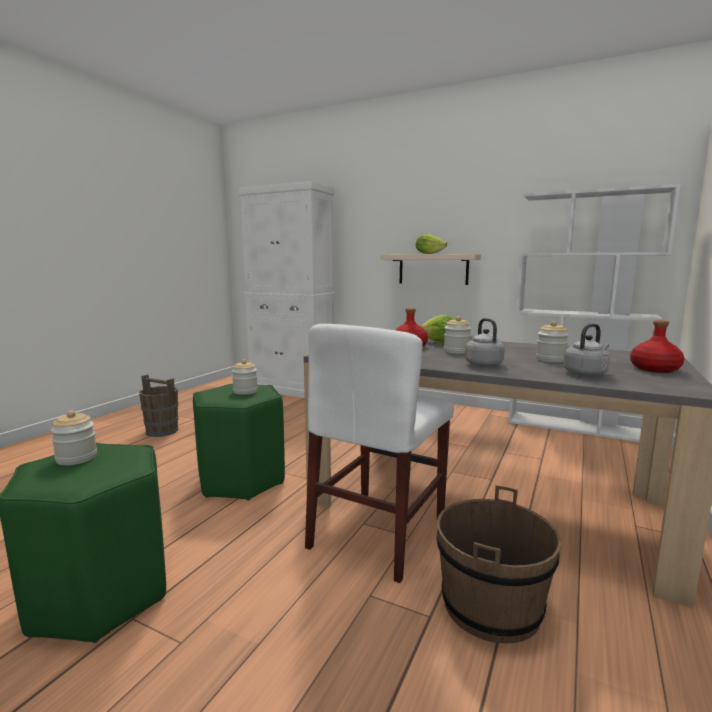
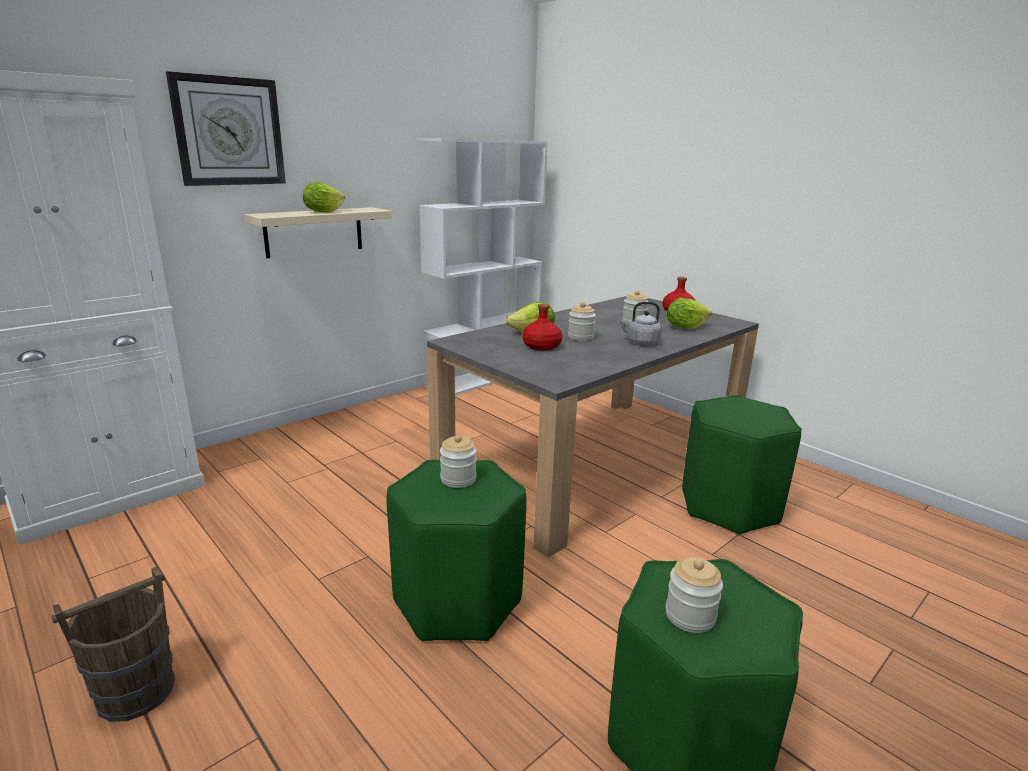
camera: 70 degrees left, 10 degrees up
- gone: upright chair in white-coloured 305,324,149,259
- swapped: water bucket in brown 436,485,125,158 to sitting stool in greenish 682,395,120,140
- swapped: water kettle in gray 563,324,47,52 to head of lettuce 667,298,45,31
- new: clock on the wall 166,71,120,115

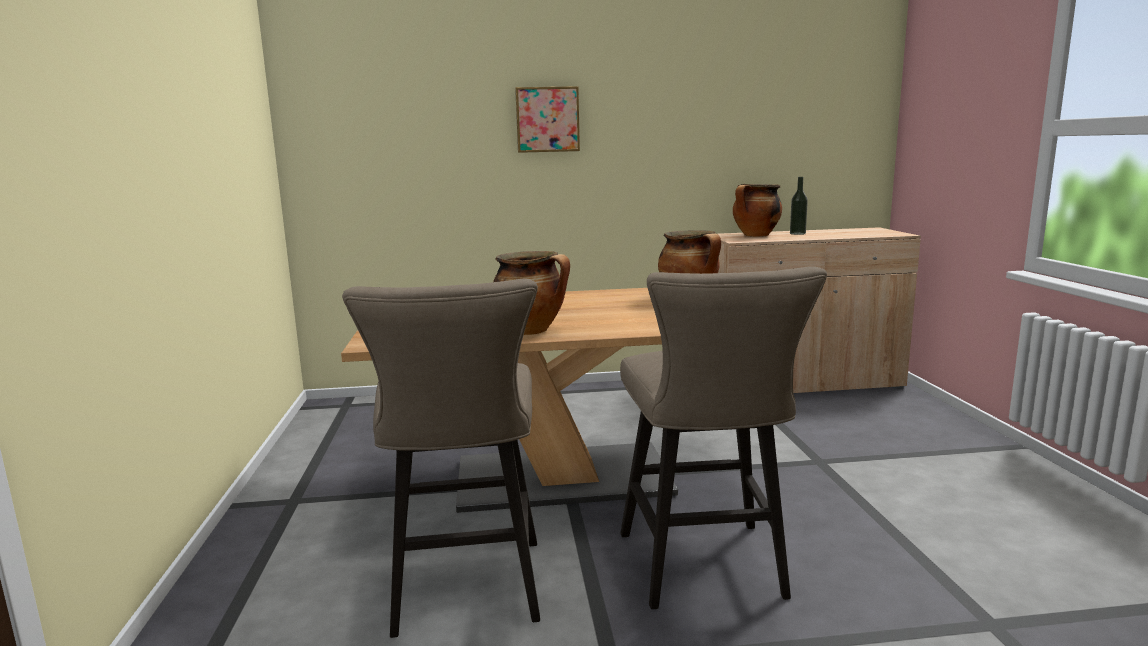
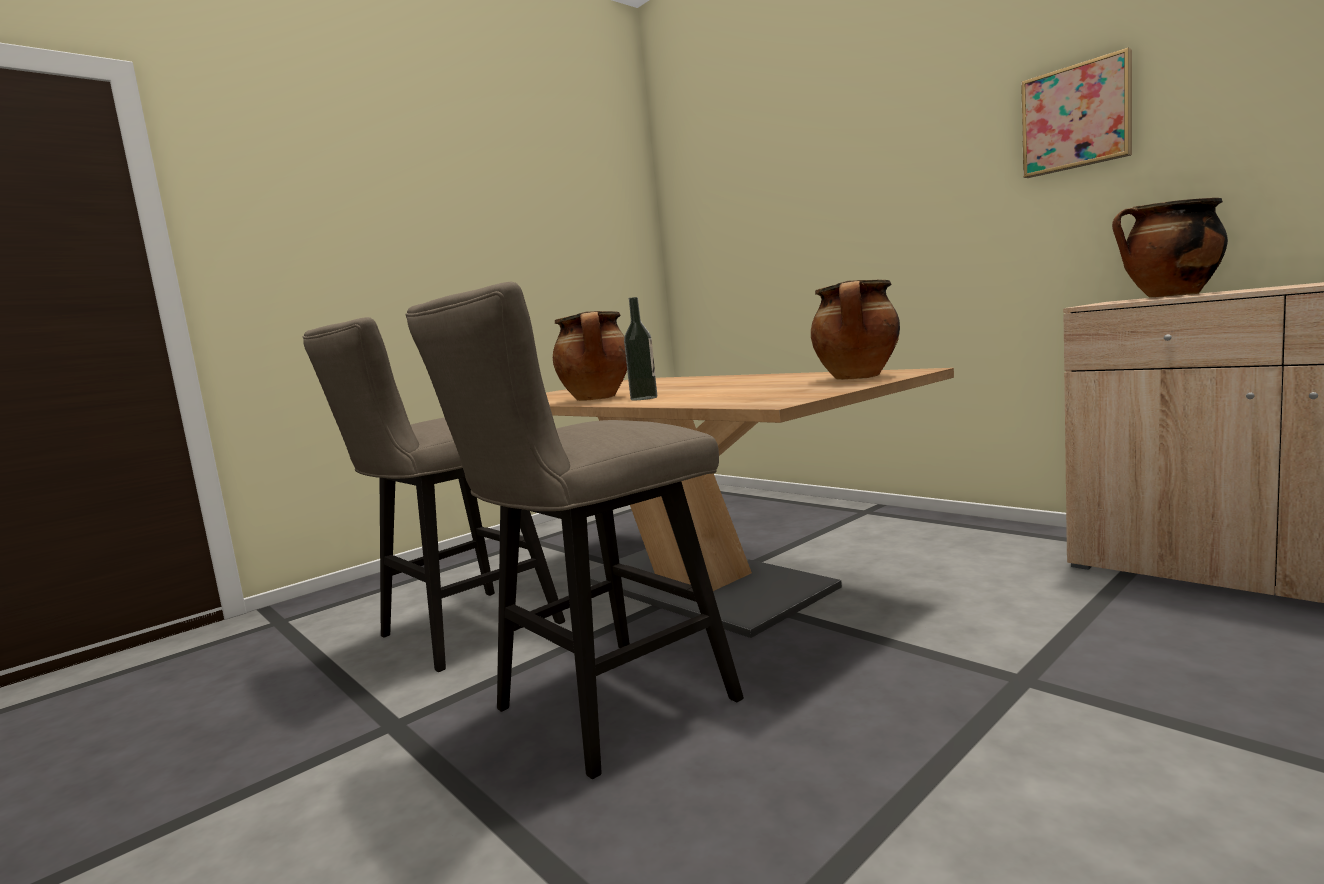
camera: 55 degrees right, 5 degrees down
- shifted: wall art 515,86,65,67 to 1021,48,111,130
- shifted: bottle 790,177,18,58 to 624,297,33,103

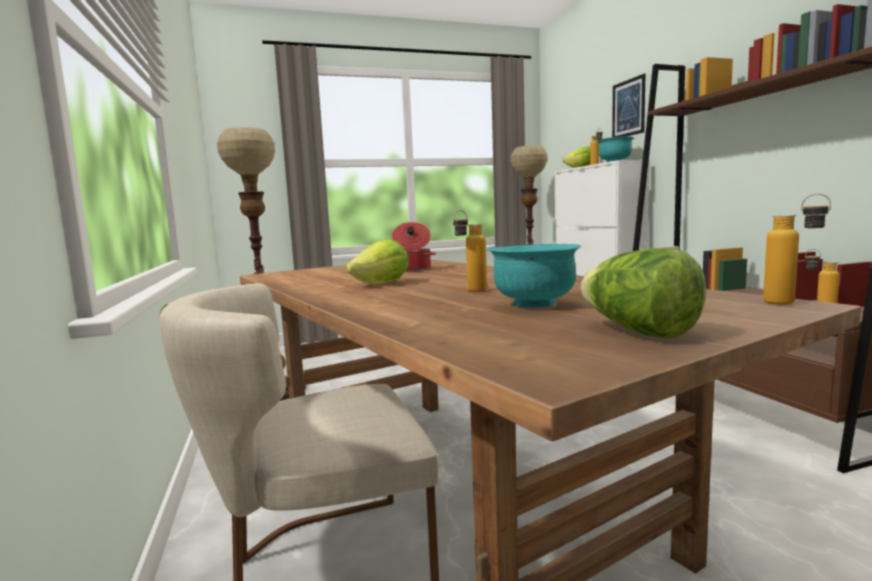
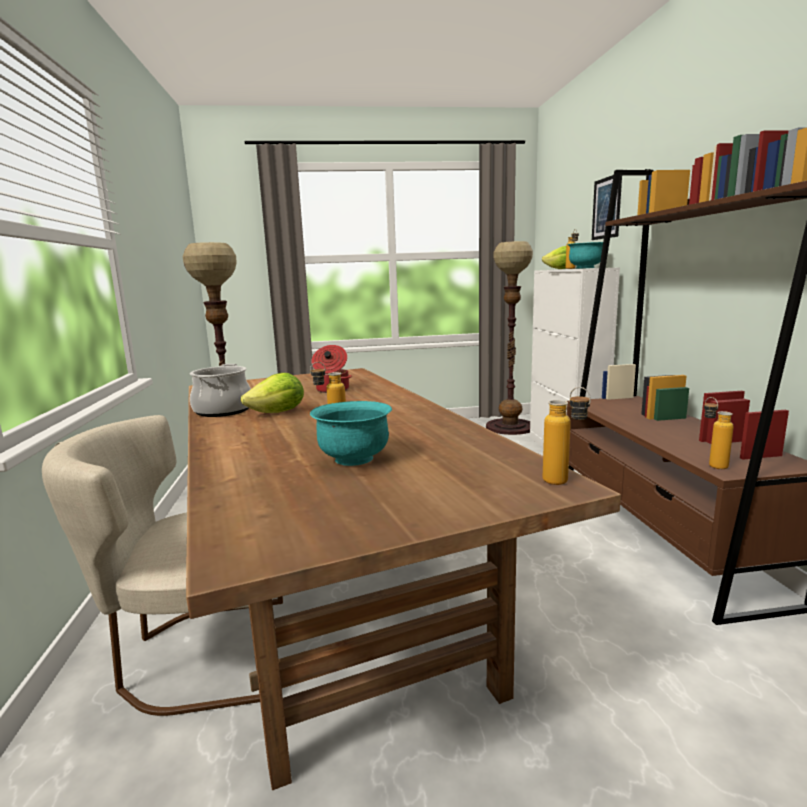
camera: 10 degrees right, 5 degrees up
- gone: head of lettuce 580,248,126,91
- new: saucepot 190,364,61,53

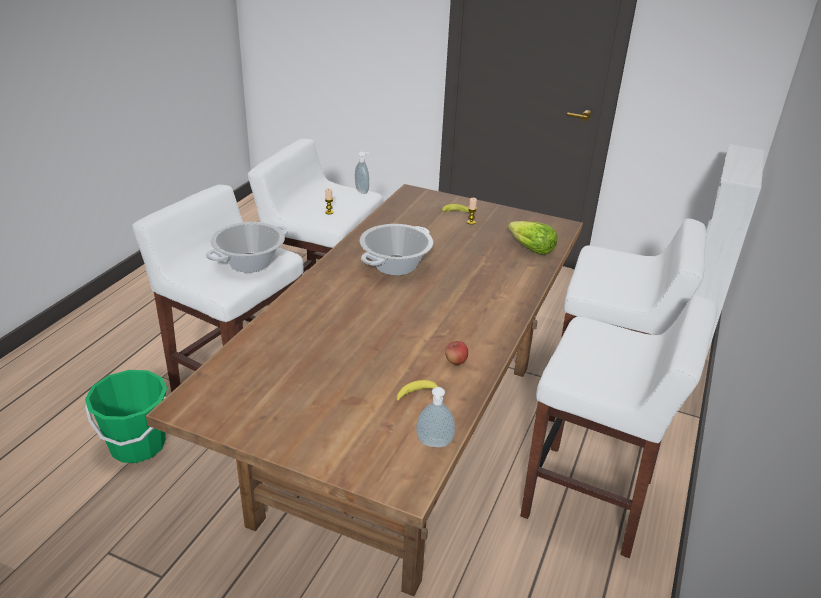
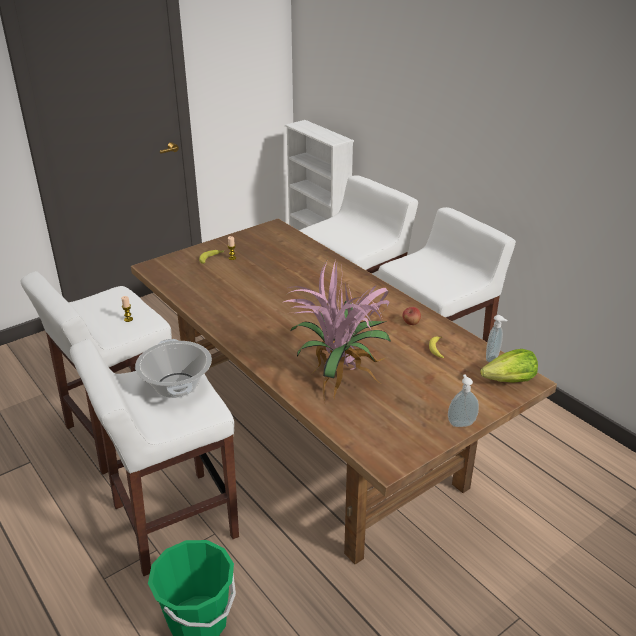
camera: 60 degrees left, 0 degrees up
- shifted: liquid soap bottle 355,152,14,42 to 448,374,31,53
- gone: saucepot 360,224,73,51
- shifted: head of lettuce 508,221,49,34 to 480,349,58,34
- new: plant in a pot 282,259,109,143

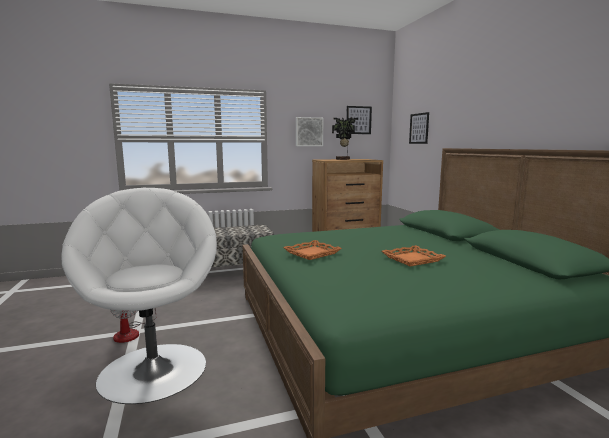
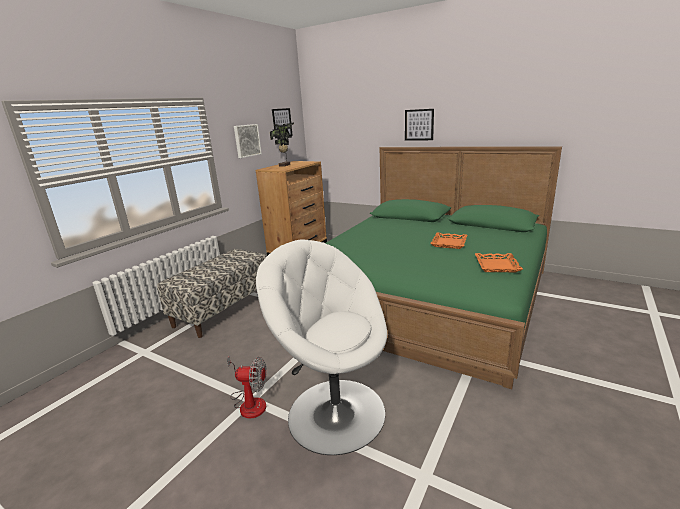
camera: 40 degrees left, 10 degrees up
- shifted: carrying tray in orange-coloured 283,240,59,20 to 475,253,48,19
- shifted: wall art 409,112,20,32 to 405,109,29,32

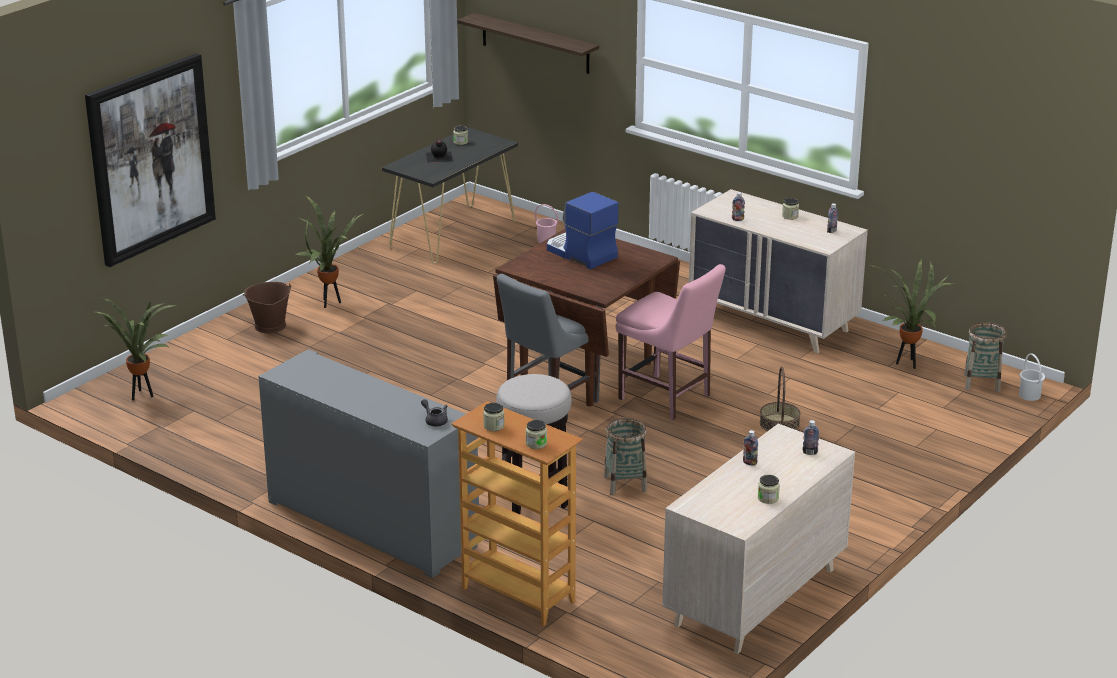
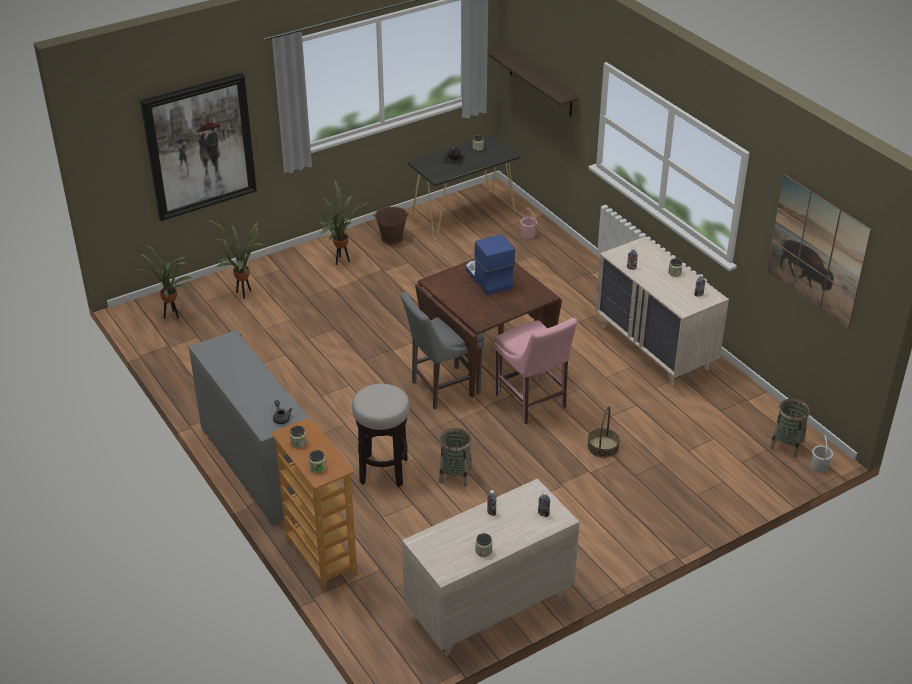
camera: 20 degrees right, 10 degrees up
- shifted: water bucket in brown 243,282,48,51 to 373,207,36,38
- shifted: plant in a pot 868,260,87,109 to 208,220,55,79
- new: wall art 767,174,105,155

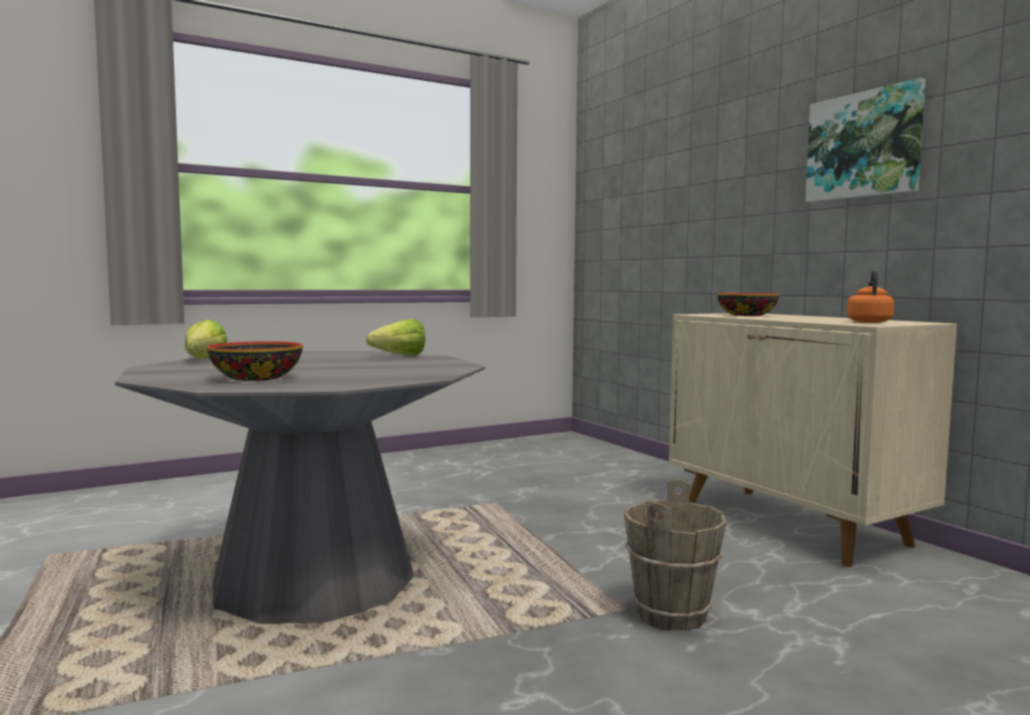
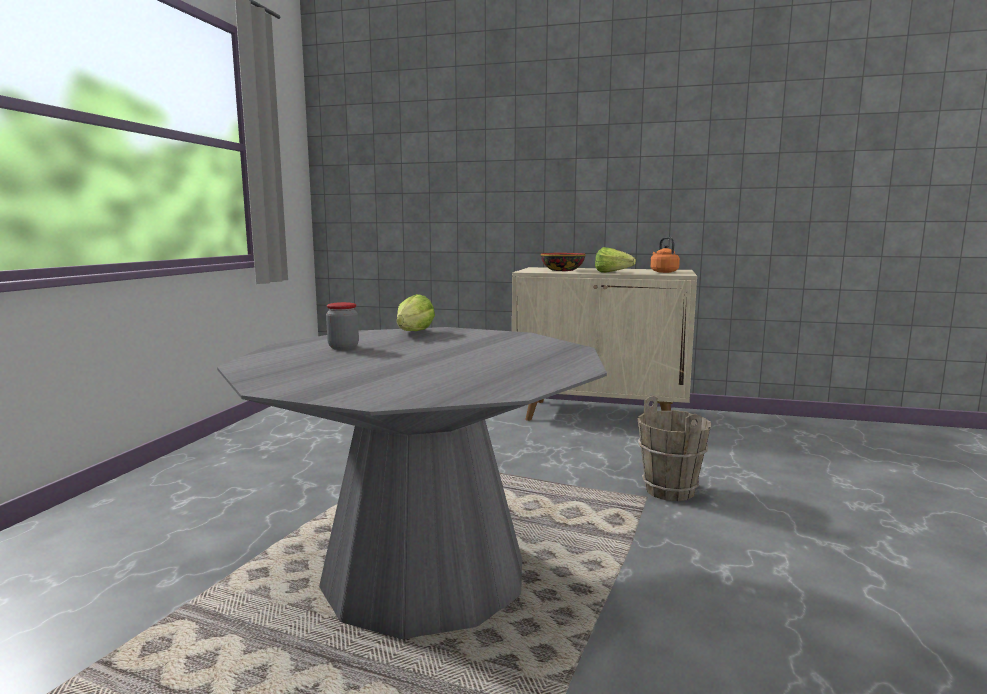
camera: 45 degrees left, 5 degrees up
- shifted: head of lettuce 185,320,42,39 to 595,247,41,26
- gone: deep dish 207,341,96,40
- gone: wall art 805,78,121,125
- new: preserve jar 326,302,33,48

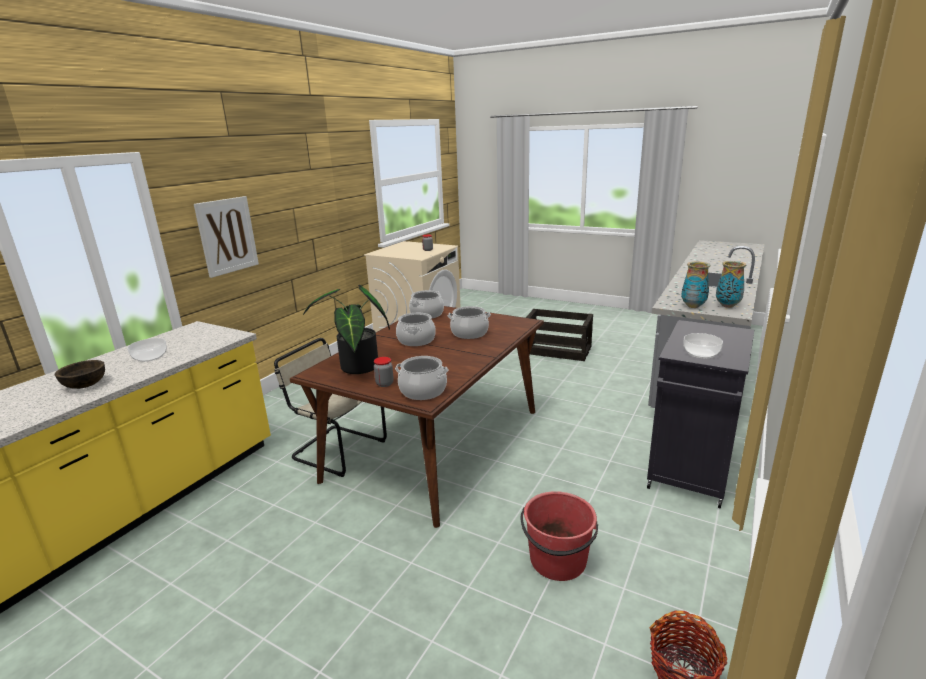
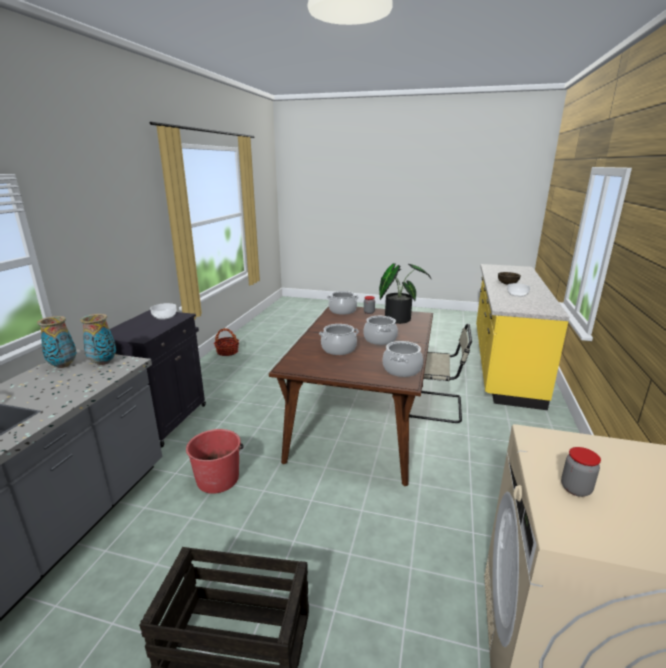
camera: 165 degrees right, 0 degrees up
- gone: wall art 194,196,65,82
- shifted: water bucket in red 520,491,78,90 to 186,429,58,65

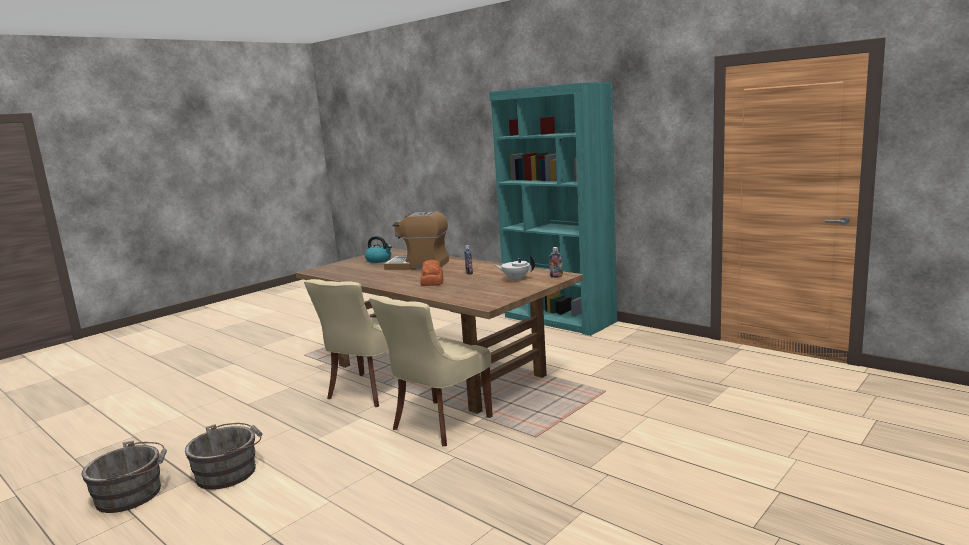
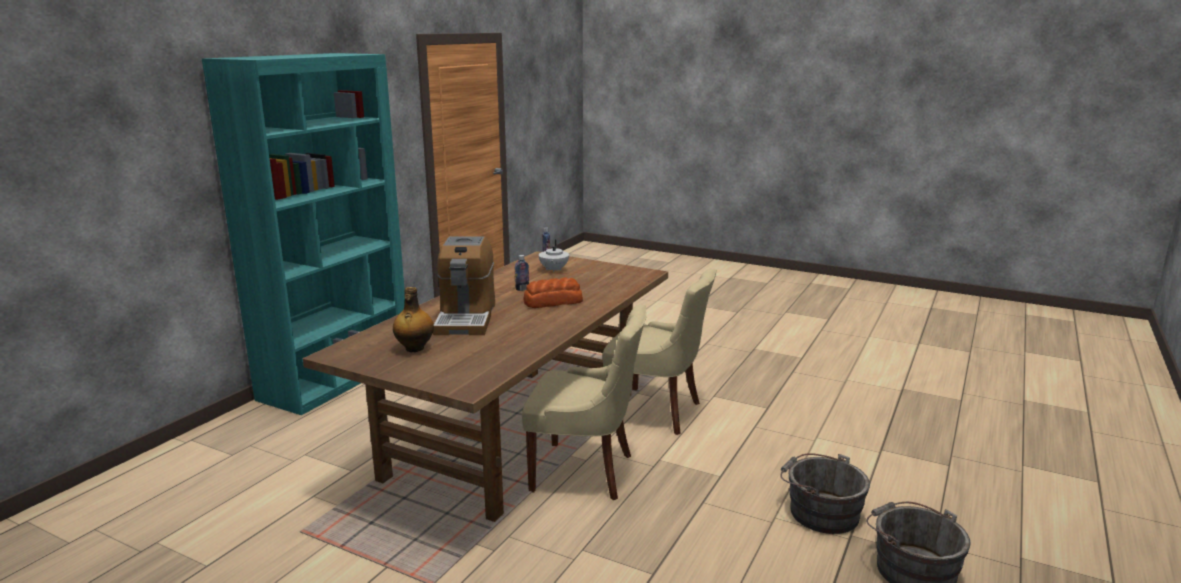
camera: 105 degrees left, 5 degrees up
- swapped: water kettle 365,236,27,27 to bottle 393,287,41,65

